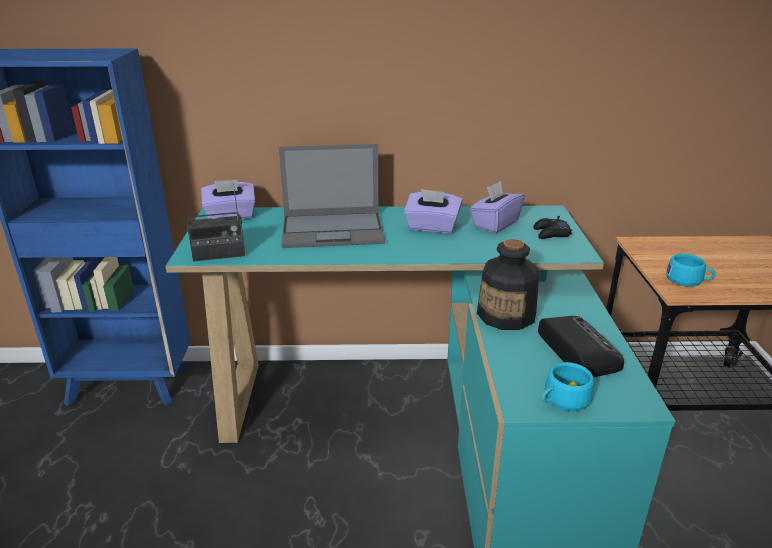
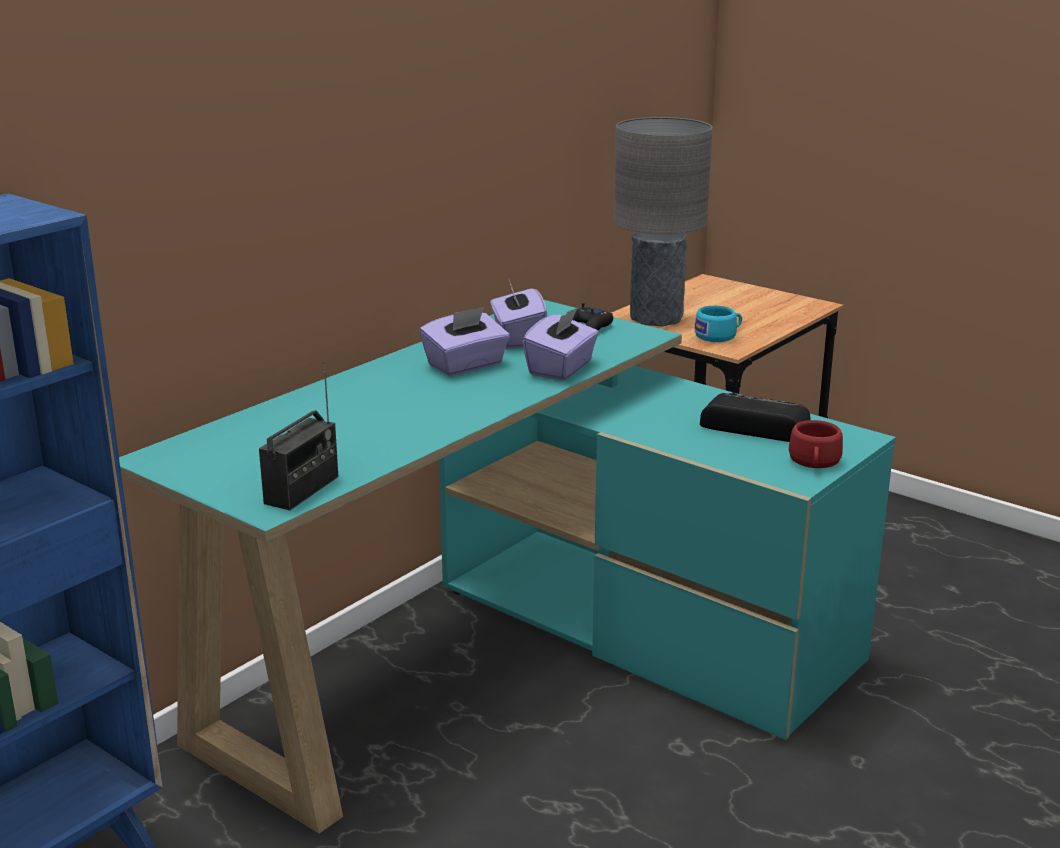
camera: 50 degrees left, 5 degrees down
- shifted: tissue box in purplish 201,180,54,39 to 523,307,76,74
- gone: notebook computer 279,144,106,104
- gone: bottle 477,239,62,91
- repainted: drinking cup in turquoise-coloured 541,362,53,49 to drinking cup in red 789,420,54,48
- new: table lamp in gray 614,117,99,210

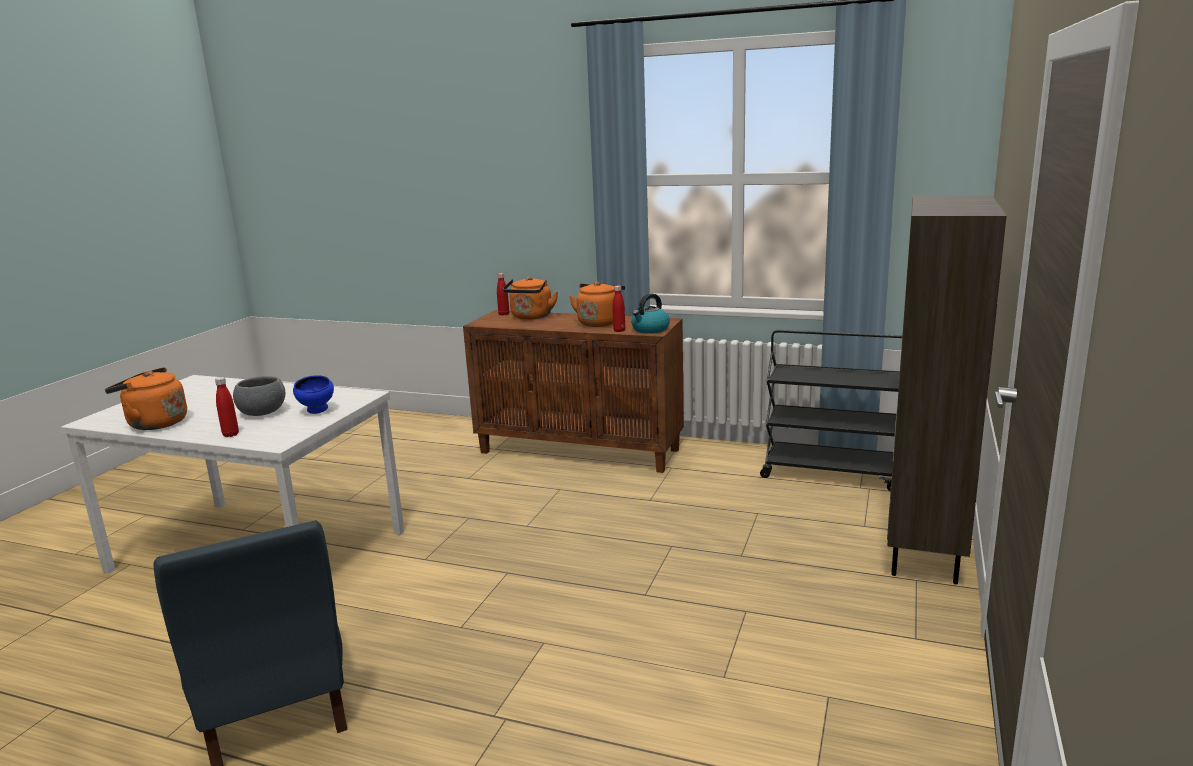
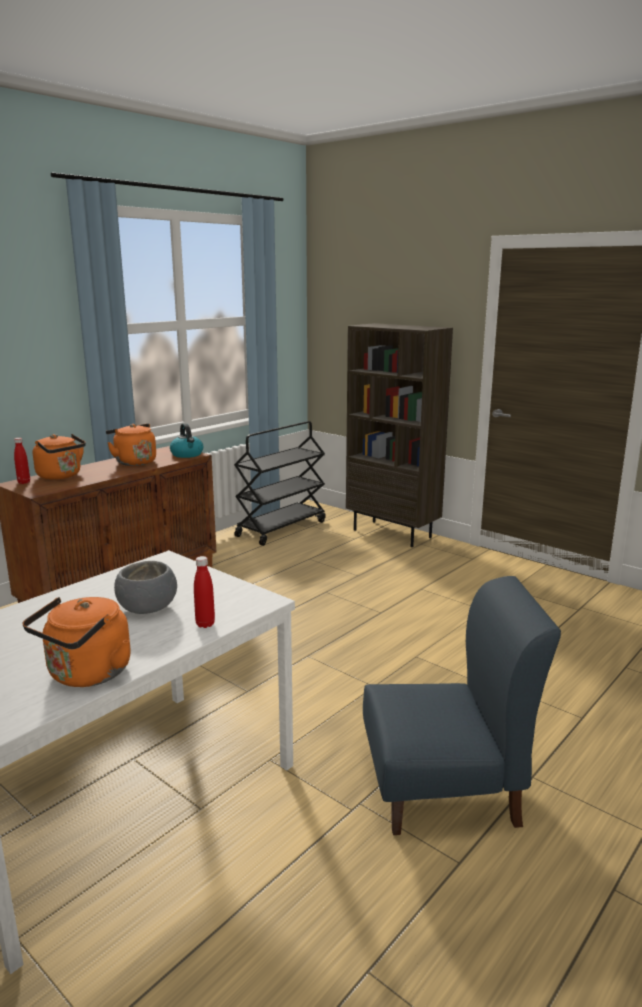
camera: 70 degrees left, 0 degrees up
- gone: deep dish in bluish 293,375,41,39
- gone: bottle in red 612,286,13,46

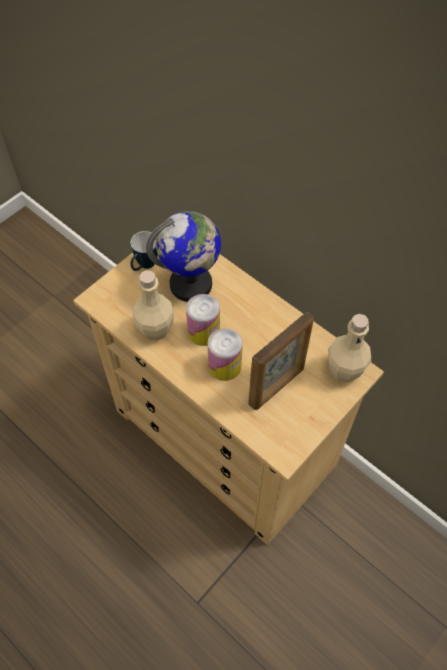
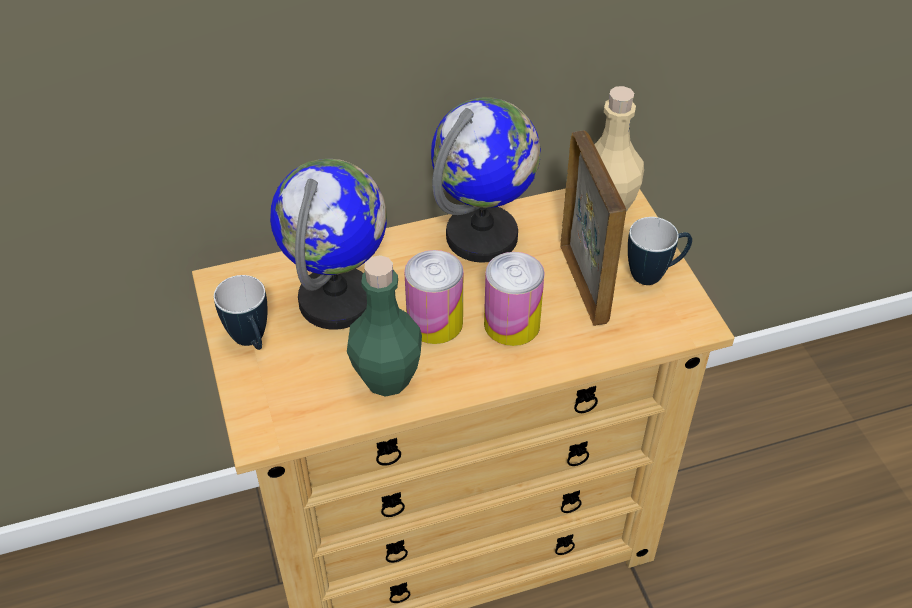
camera: 60 degrees left, 10 degrees down
- repainted: bottle in beige 132,270,42,71 to bottle in greenish 347,255,75,142
- new: globe 431,97,110,166
- new: mug 628,217,64,68

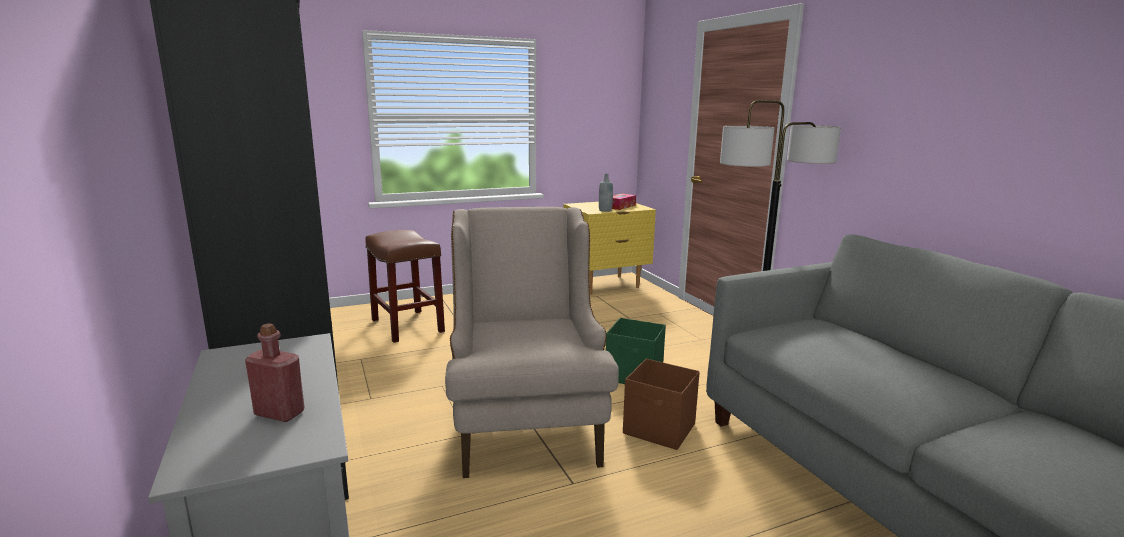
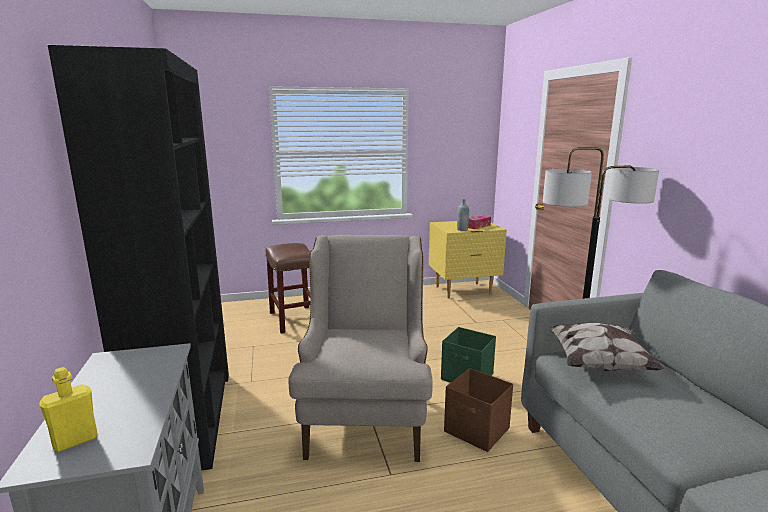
camera: 10 degrees right, 0 degrees up
- gone: bottle in red 245,323,59,99
- new: bottle in yellow-coloured 39,367,59,85
- new: cushion 547,322,118,50

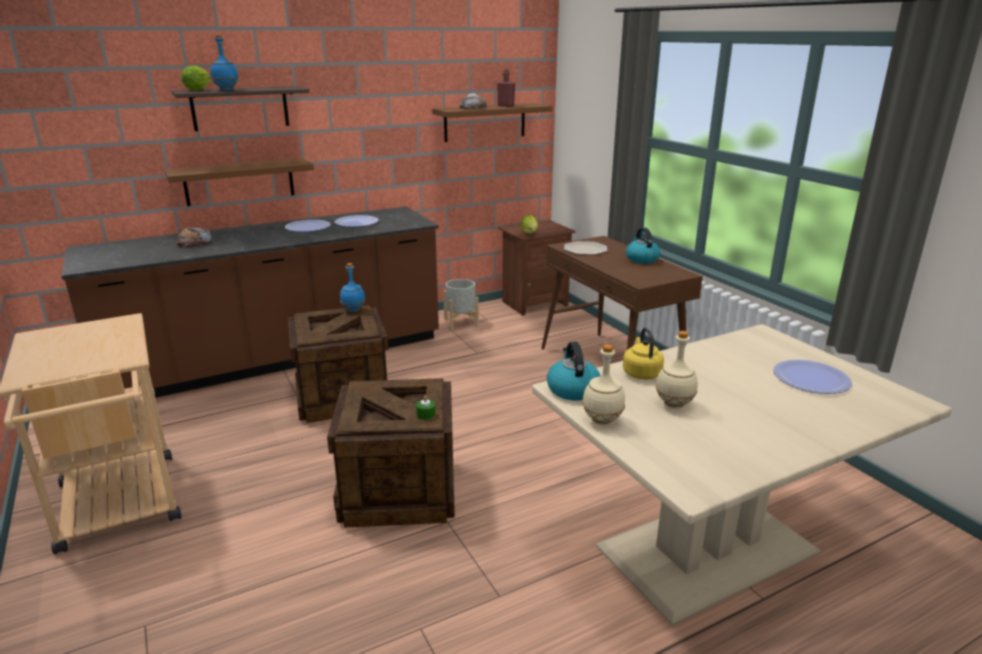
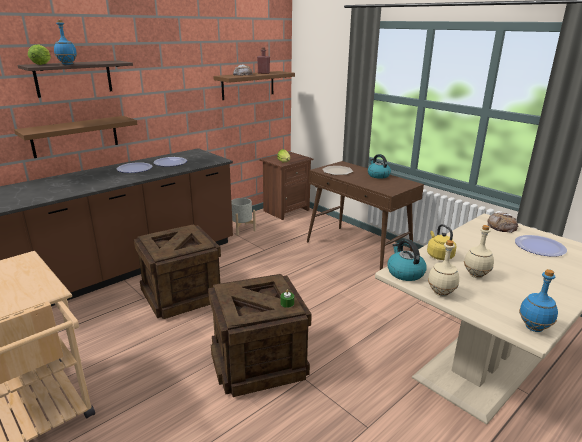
camera: 15 degrees left, 0 degrees up
- shifted: bakery bread 177,227,35,20 to 488,213,31,20
- shifted: bottle in bluish 340,263,25,49 to 519,269,39,63

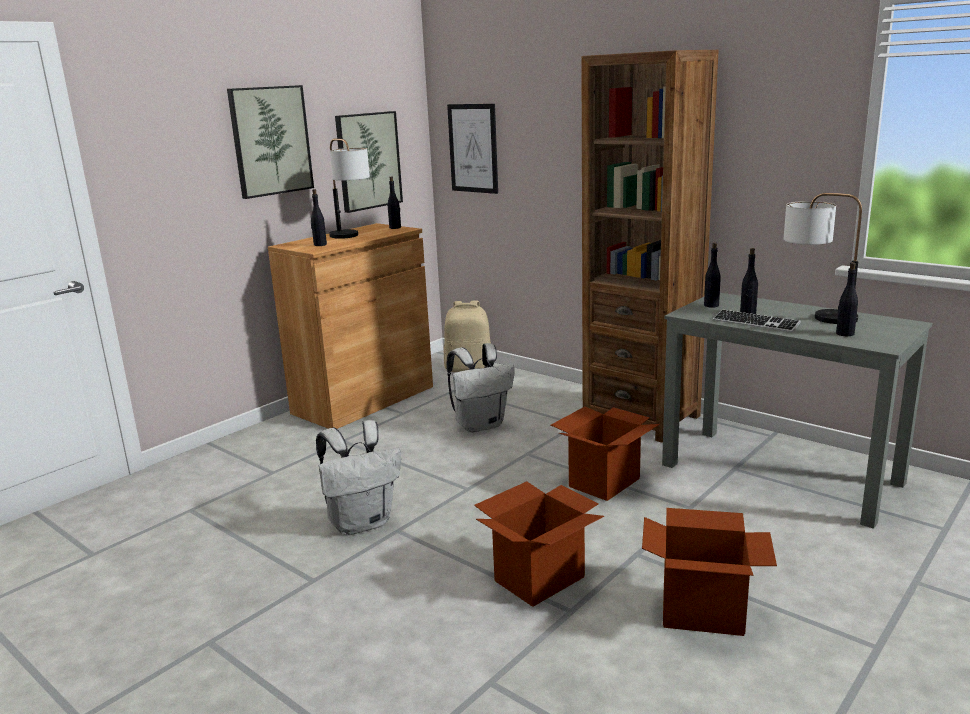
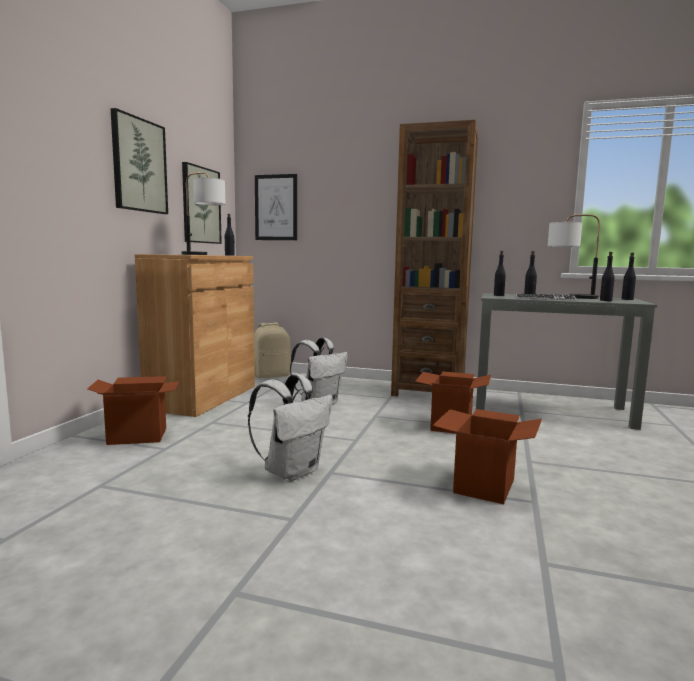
camera: 25 degrees left, 10 degrees down
- shifted: bottle in black-coloured 311,189,16,57 to 621,253,15,47
- shifted: carton 642,508,135,128 to 87,376,92,69

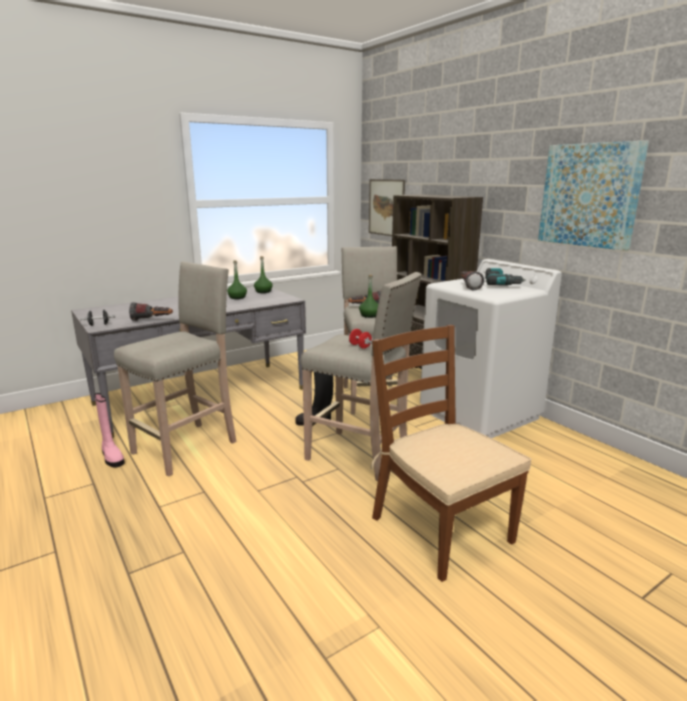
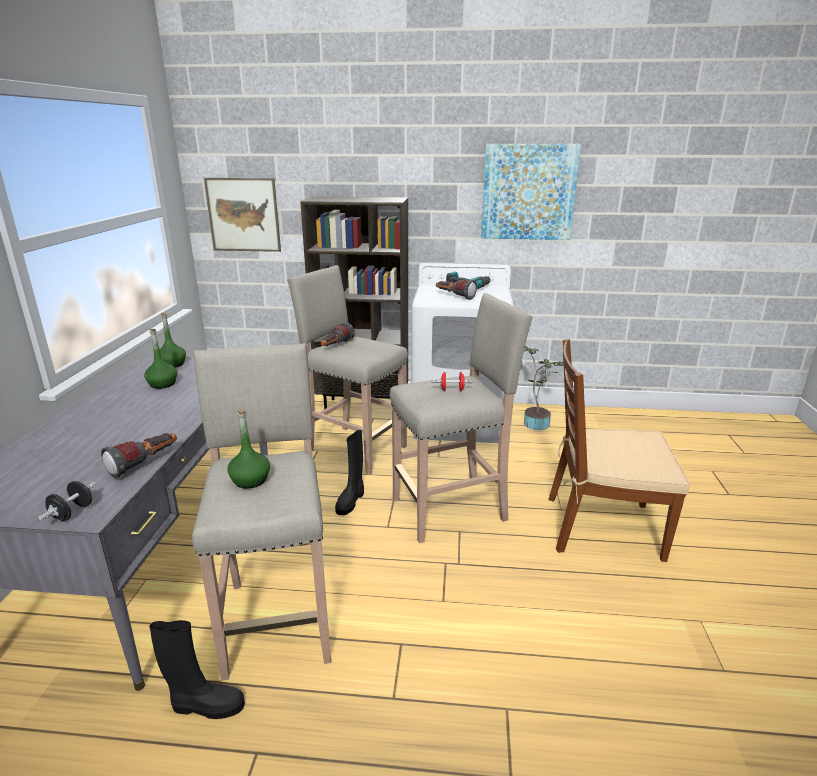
camera: 50 degrees left, 5 degrees up
- repainted: boot in pink-coloured 94,393,31,75 to boot in black-coloured 149,620,96,99
- shifted: bottle in greenish 359,274,19,44 to 227,409,43,80
- new: plant in a pot 524,346,40,84

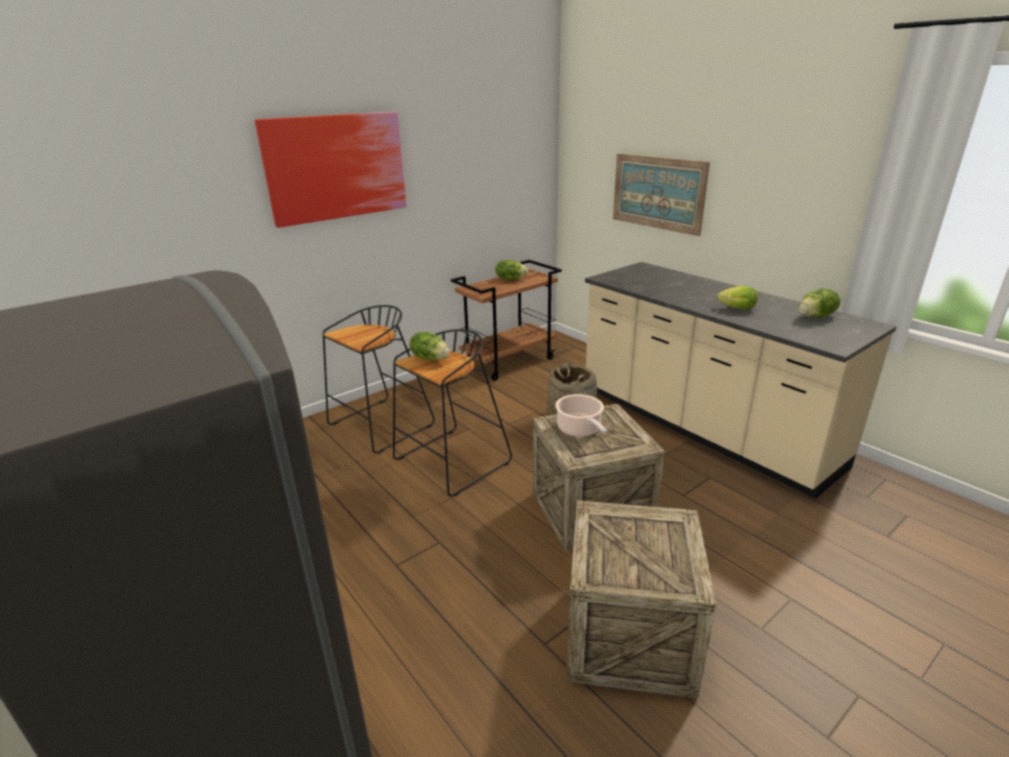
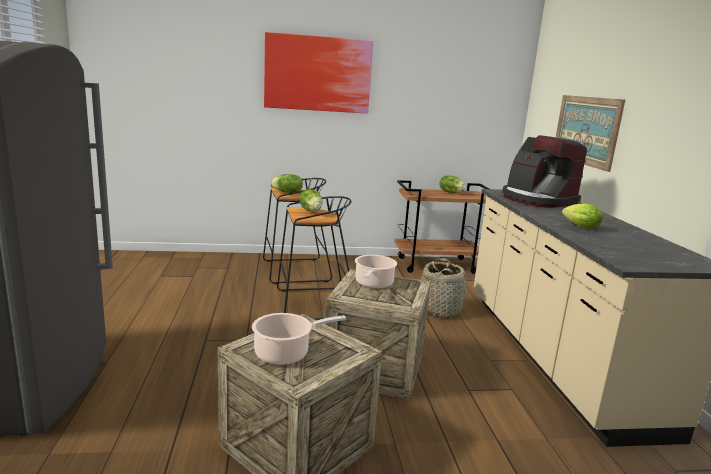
camera: 30 degrees right, 10 degrees down
- shifted: head of lettuce 798,288,42,30 to 270,174,33,19
- new: saucepot 252,313,94,52
- new: coffee maker 502,135,85,73

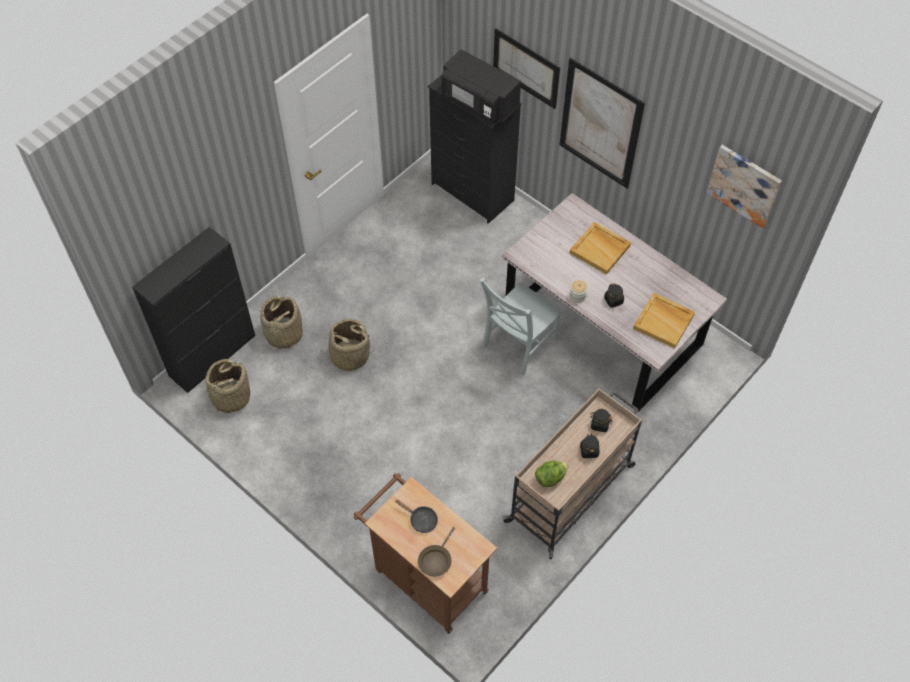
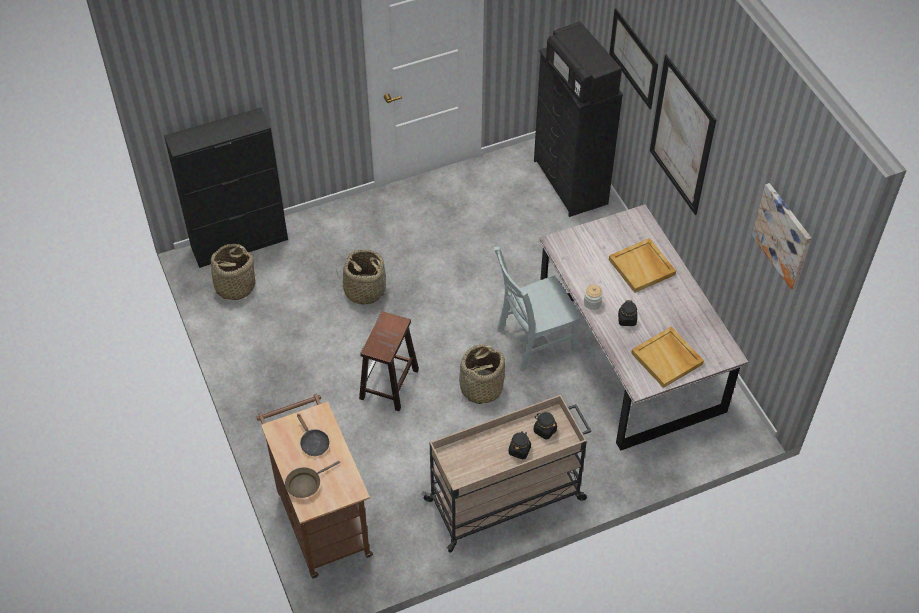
camera: 25 degrees right, 5 degrees down
- shifted: basket 260,296,43,55 to 459,344,46,60
- gone: head of lettuce 535,461,34,26
- new: sitting stool in brown 359,311,60,100

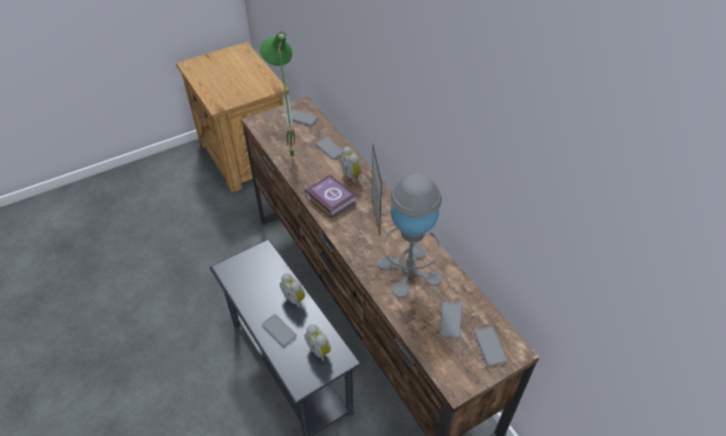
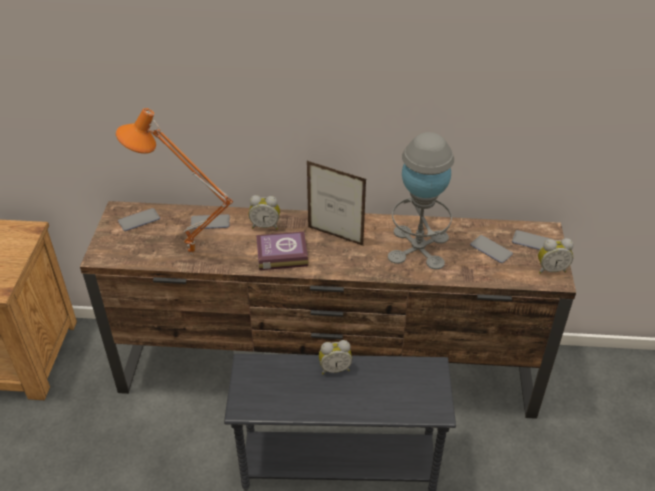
camera: 55 degrees left, 5 degrees down
- repainted: table lamp in greenish 260,31,35,128 to table lamp in orange-coloured 116,108,117,147
- gone: phone 262,314,35,32
- shifted: table clock 305,324,26,38 to 538,238,36,36

